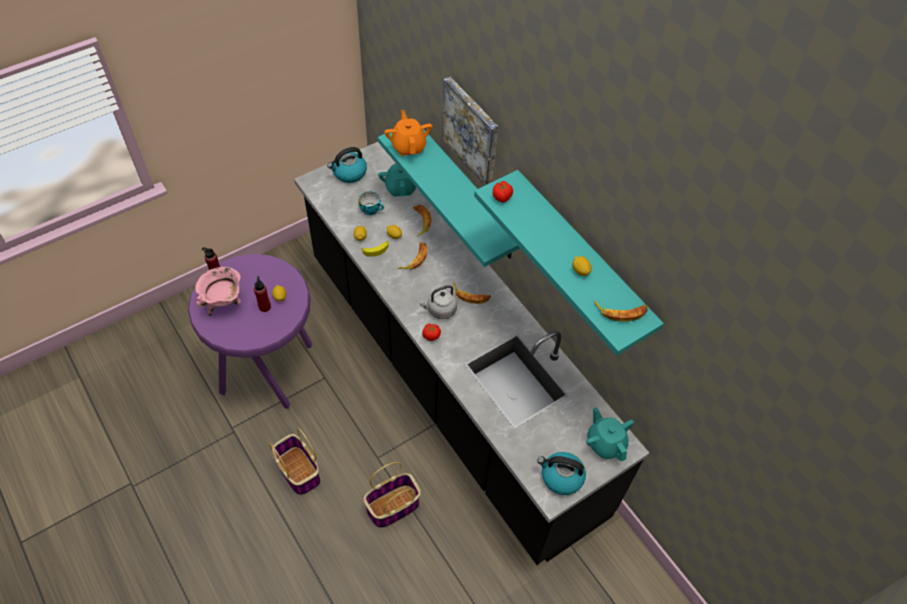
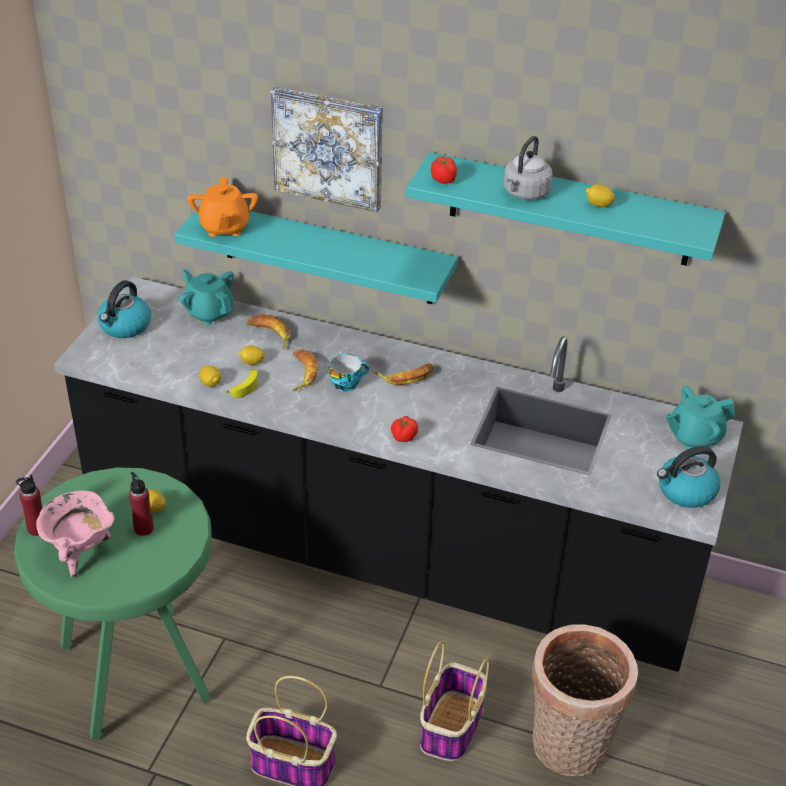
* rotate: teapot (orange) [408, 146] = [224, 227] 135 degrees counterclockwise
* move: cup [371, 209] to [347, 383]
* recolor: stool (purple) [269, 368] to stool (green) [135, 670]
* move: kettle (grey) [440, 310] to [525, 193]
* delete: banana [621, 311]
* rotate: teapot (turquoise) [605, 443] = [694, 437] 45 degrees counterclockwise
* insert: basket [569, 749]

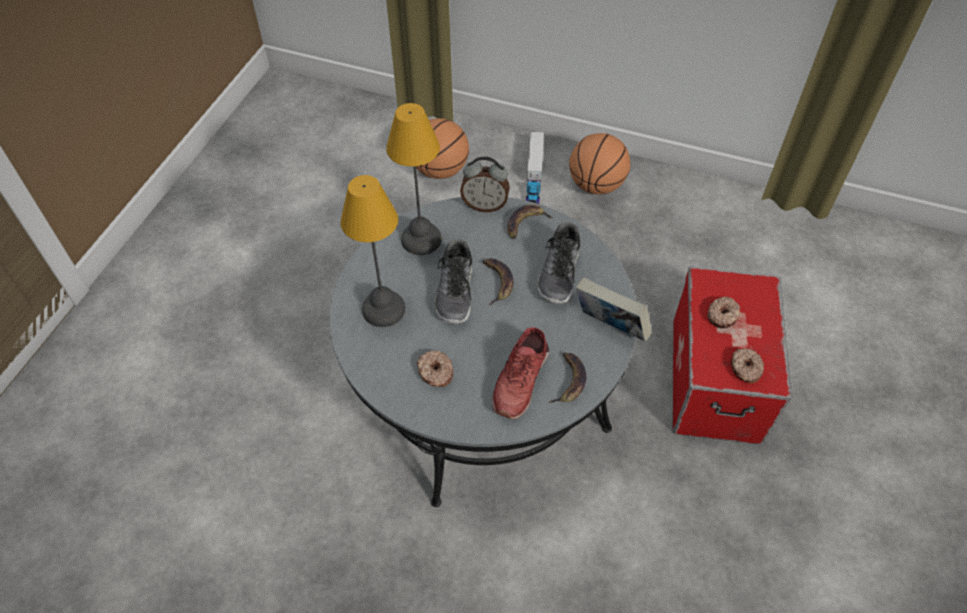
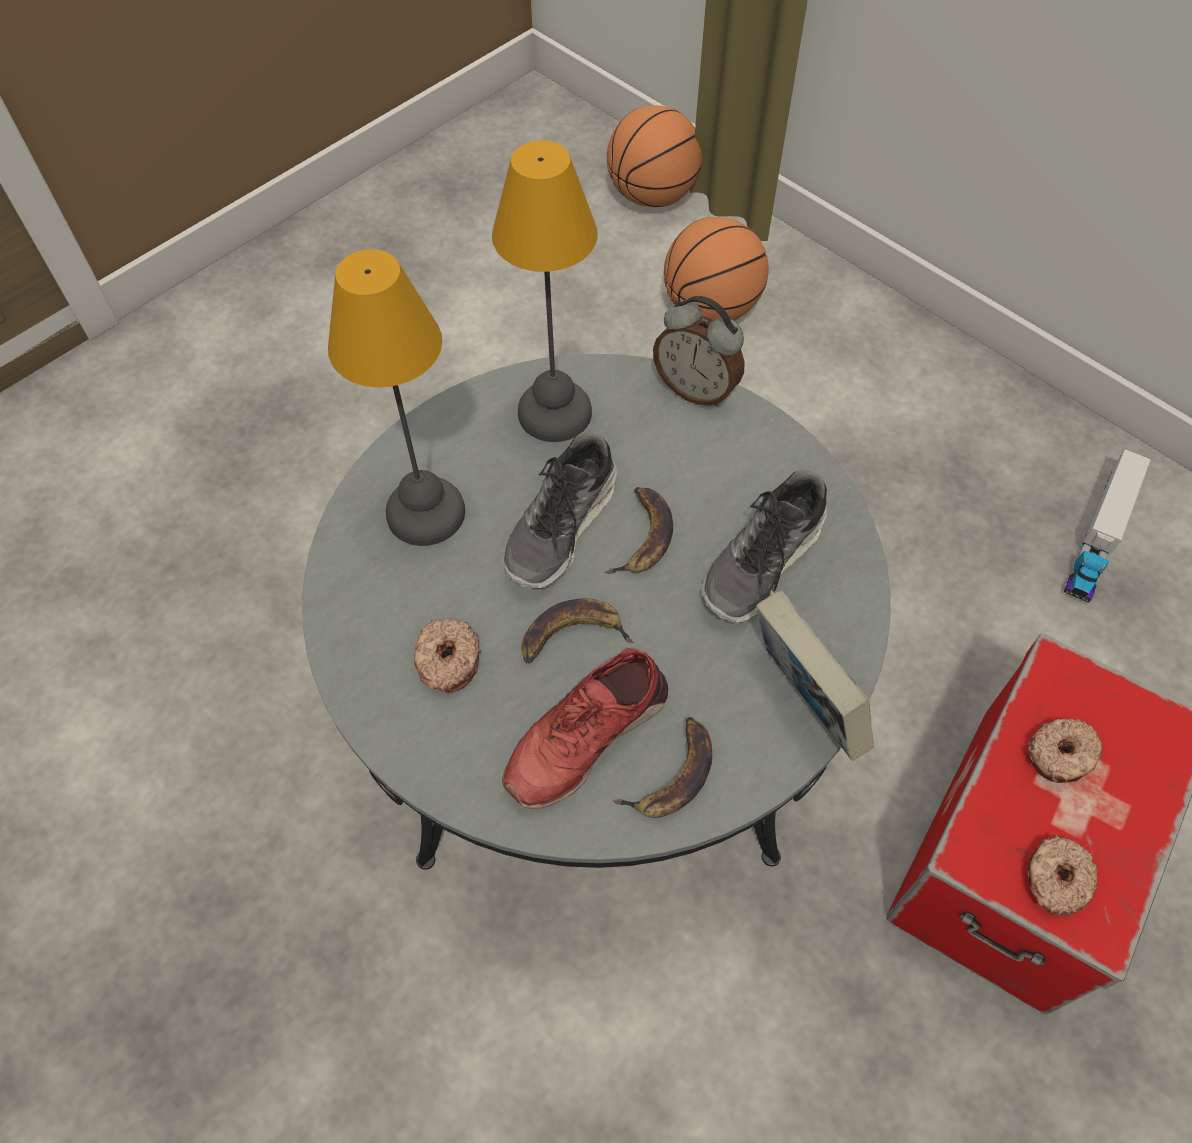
* move: toy truck [534, 175] to [1099, 536]
* move: basketball [596, 185] to [652, 196]
* move: banana [525, 224] to [571, 636]

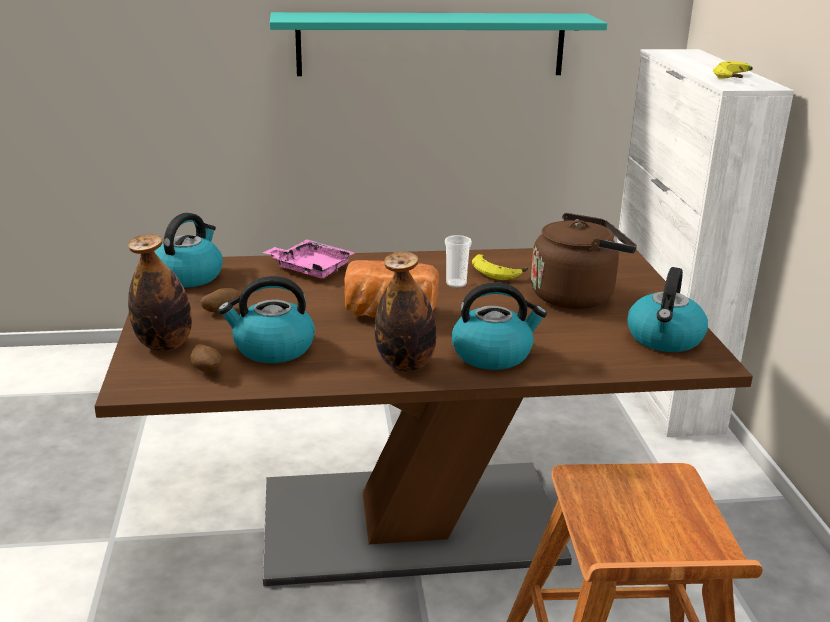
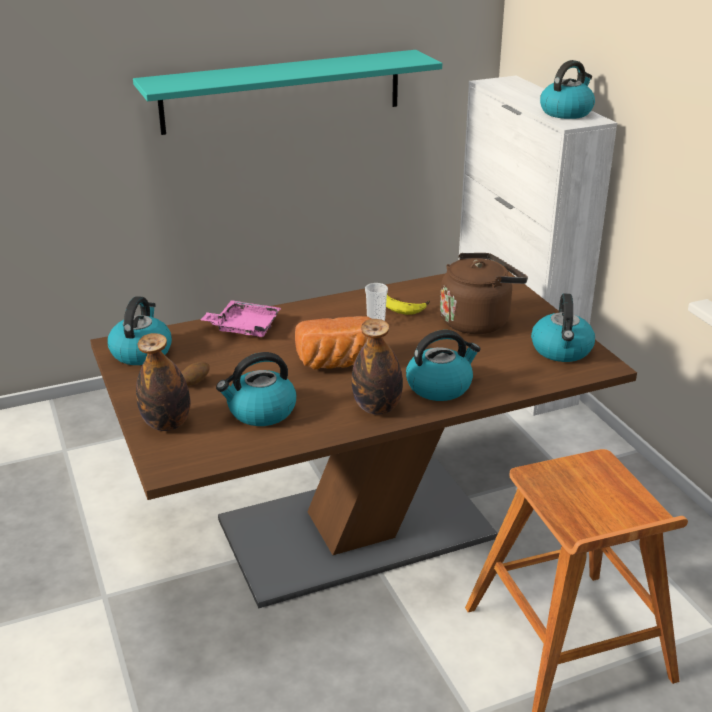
* replace: banana [736, 78] to kettle [566, 112]
* delete: potato [207, 371]

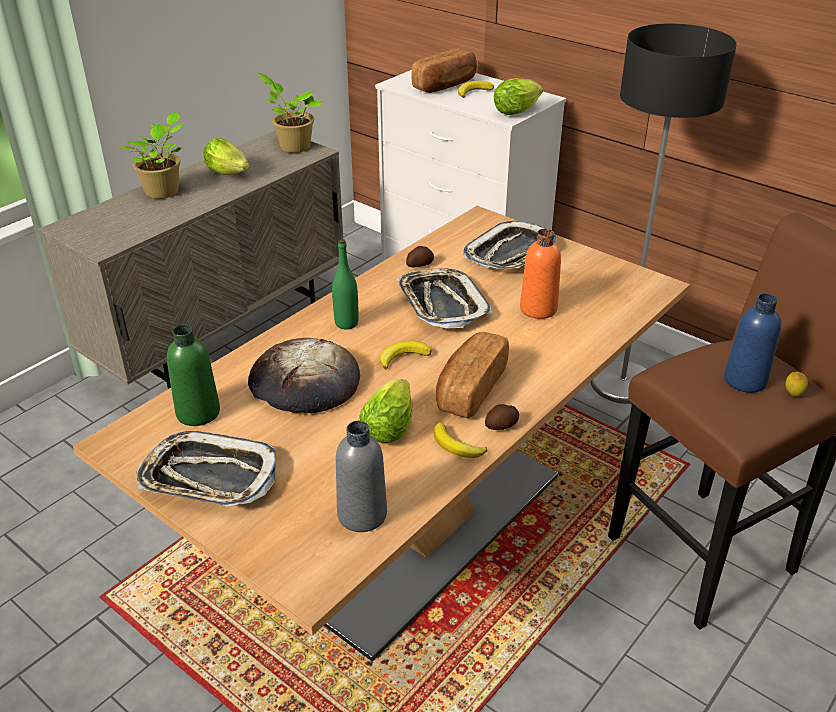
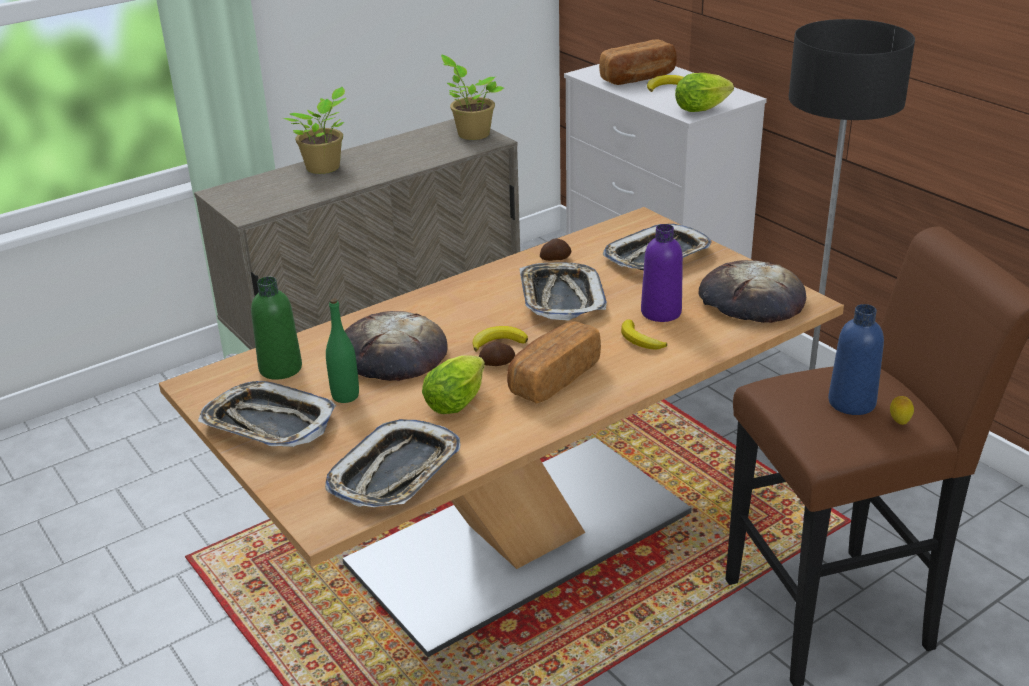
* delete: lettuce [230, 174]
* recolor: bottle (orange) [538, 309] to bottle (purple) [661, 312]
* move: bottle (green) [346, 323] to [345, 396]
* move: potato [502, 426] to [497, 364]
* replace: bottle (grey) [362, 514] to tray [396, 473]
* move: banana [456, 446] to [640, 340]
* insert: bread [750, 299]

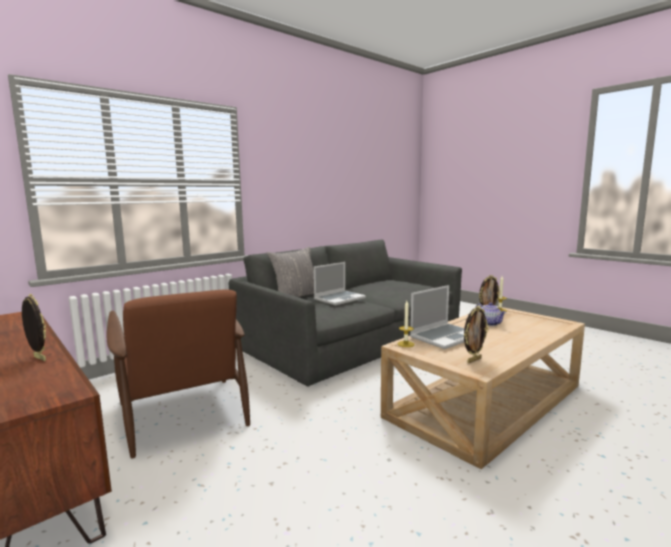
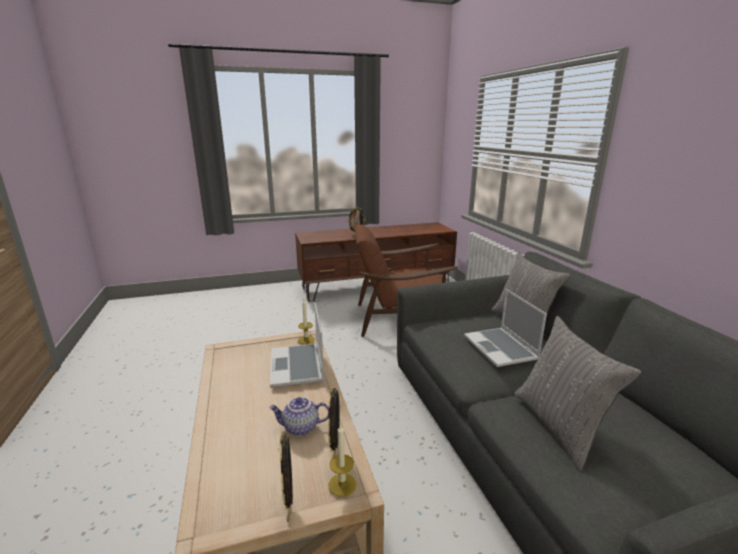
* move: picture frame [473, 360] to [289, 507]
* insert: pillow (grey) [559, 426]

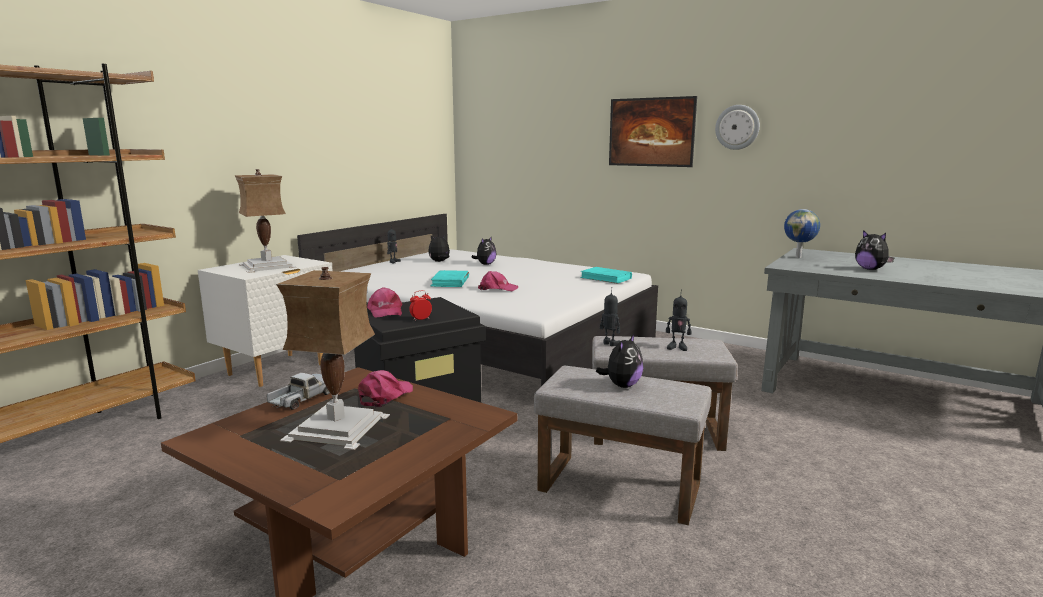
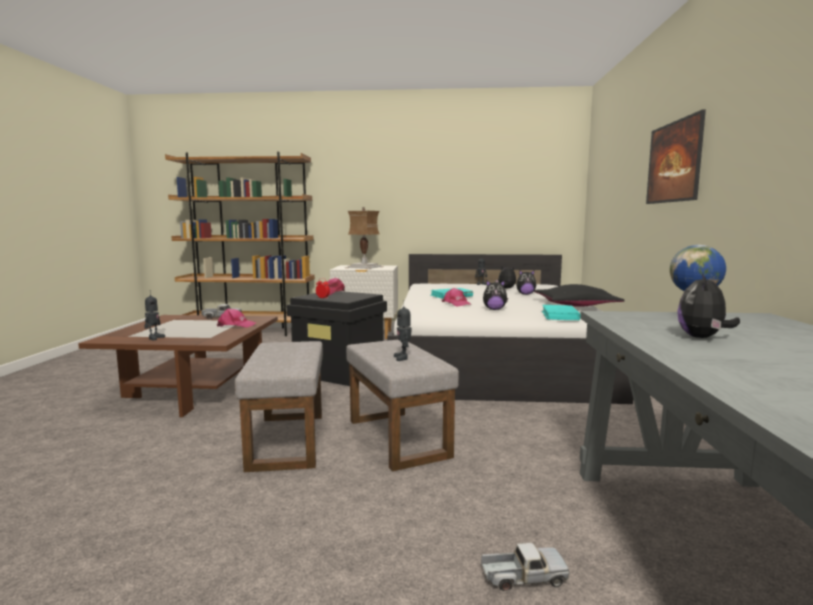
* delete: wall clock [737, 127]
* delete: table lamp [340, 426]
* move: toy robot [610, 344] to [154, 338]
* move: plush toy [622, 385] to [494, 309]
* insert: pillow (black) [575, 305]
* insert: toy truck [523, 577]

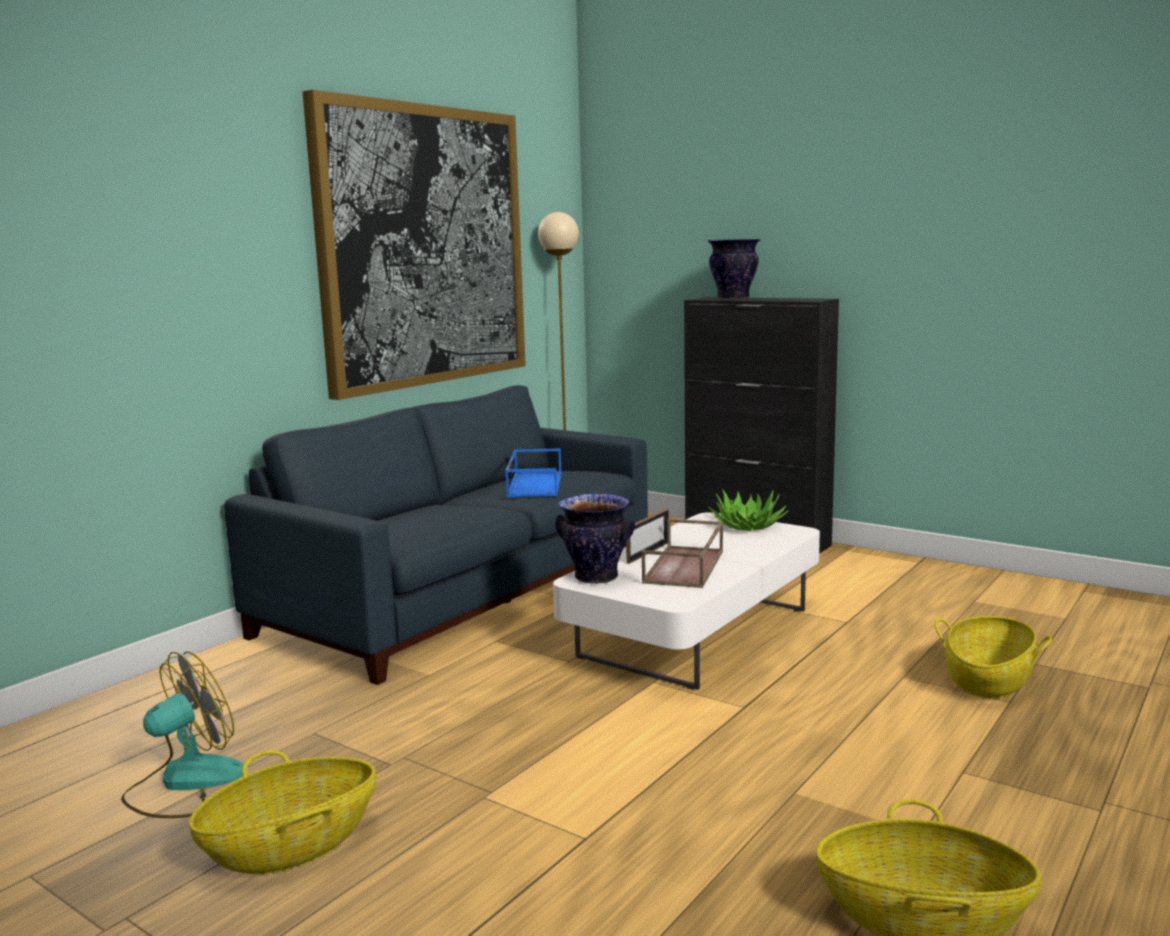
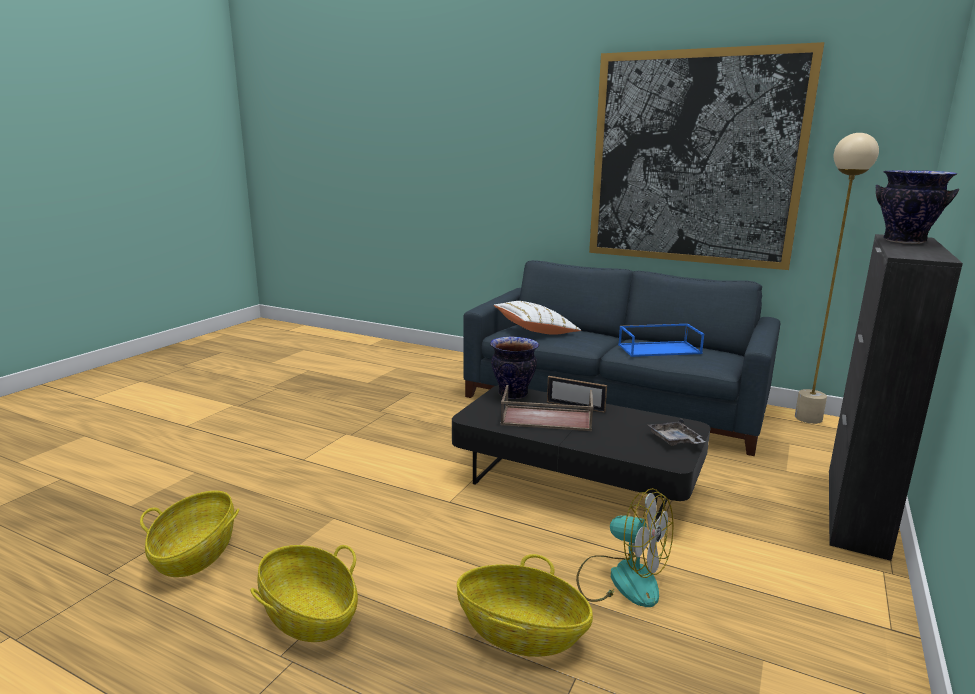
* replace: potted plant [747, 525] to tray (grey) [675, 440]
* recolor: coffee table (white) [695, 633] to coffee table (black) [576, 482]
* move: fan [184, 783] to [621, 579]
* move: basket [291, 845] to [309, 615]
* insert: pillow (white) [535, 331]

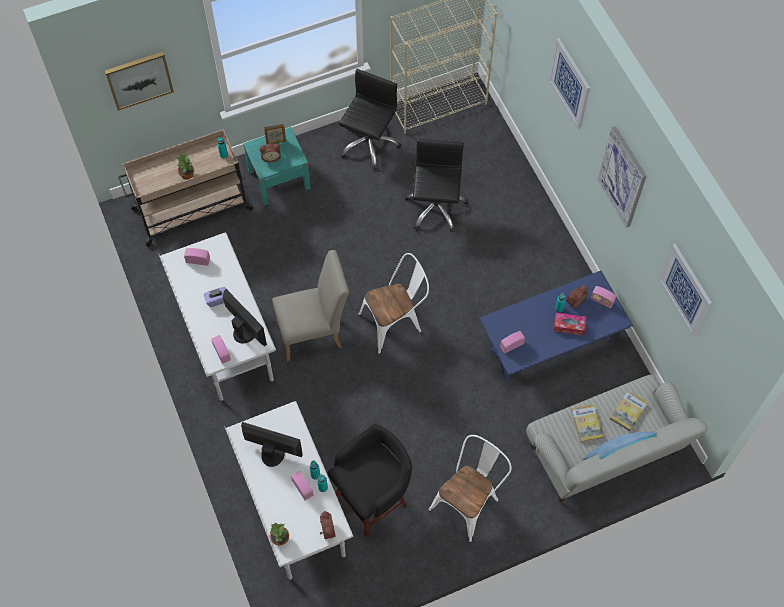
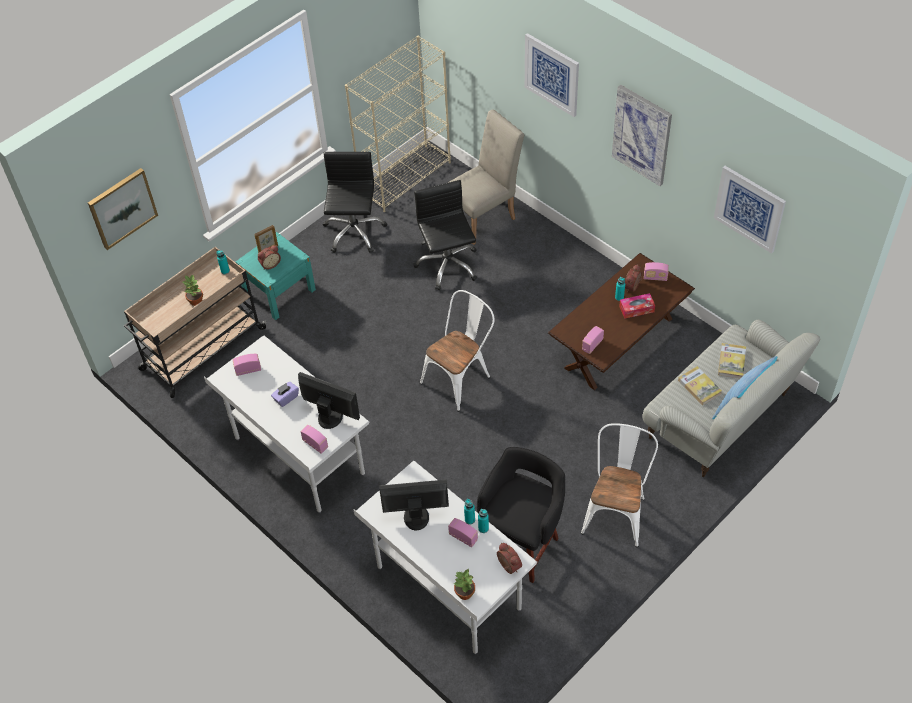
* move: chair (beige) [314, 333] to [485, 217]
* recolor: coffee table (blue) [549, 344] to coffee table (brown) [618, 343]

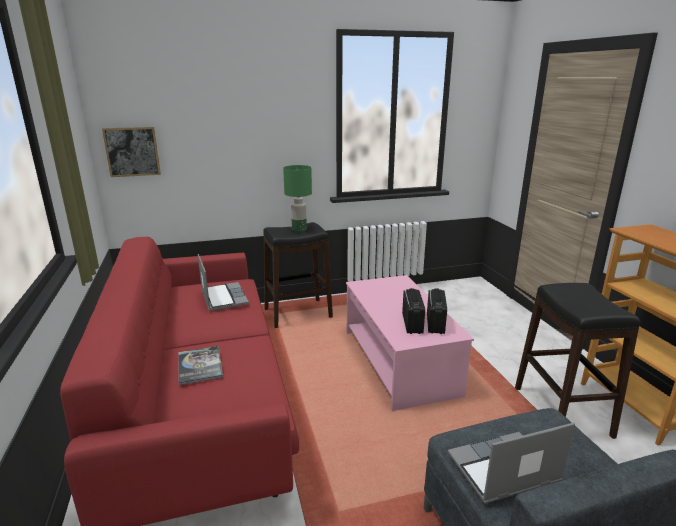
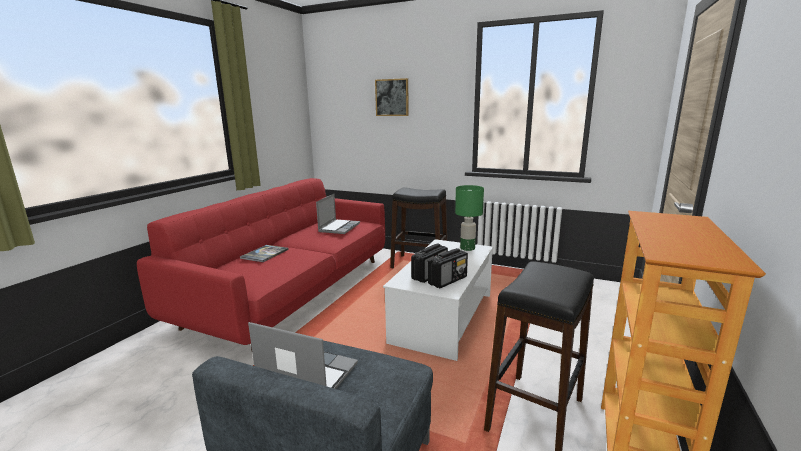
* move: picture [132, 151] to [392, 97]
* move: table lamp (green) [299, 229] to [467, 248]
* recolor: coffee table (pink) [398, 361] to coffee table (white) [443, 317]

